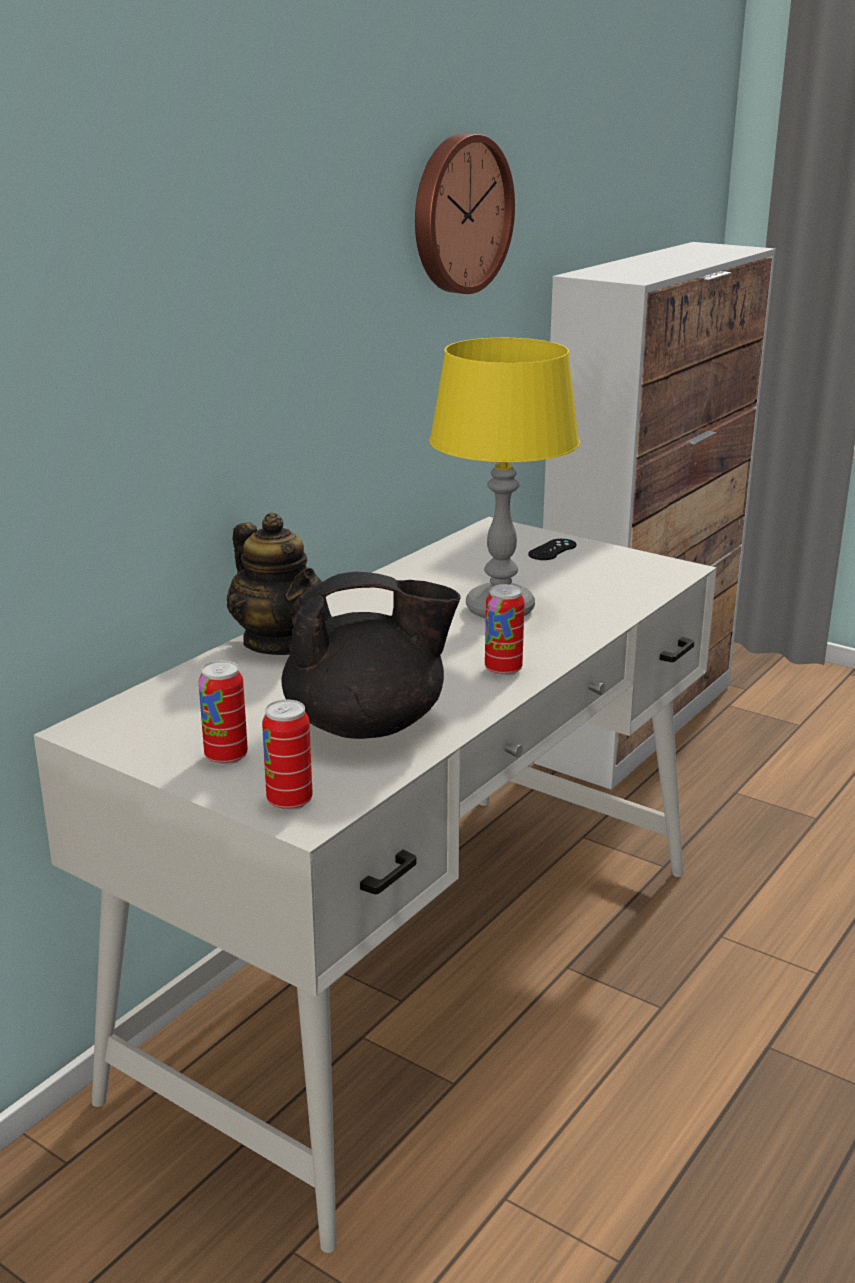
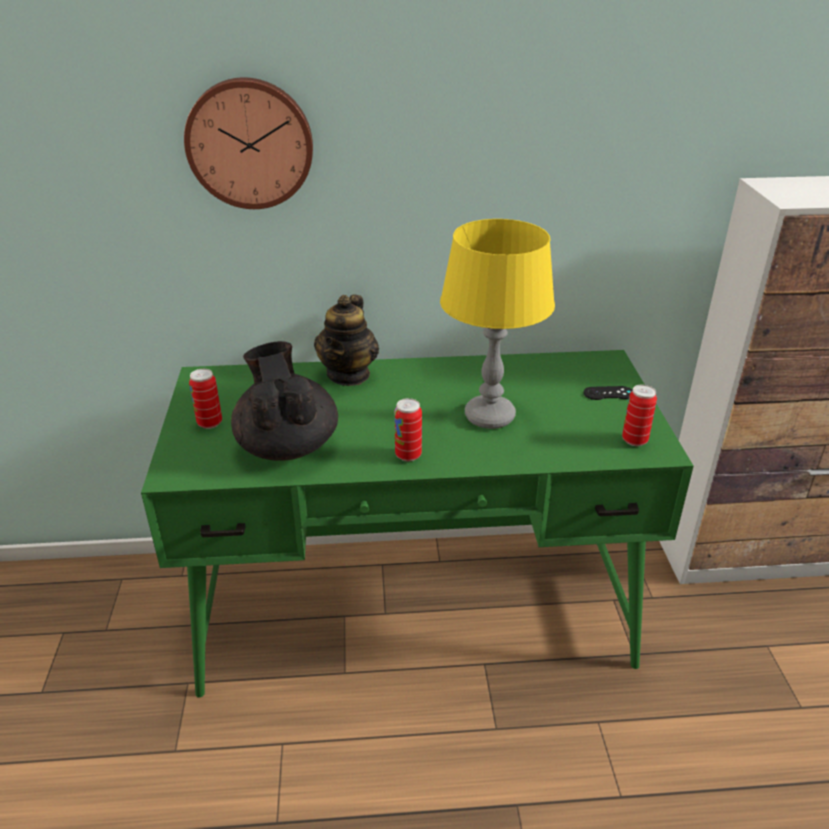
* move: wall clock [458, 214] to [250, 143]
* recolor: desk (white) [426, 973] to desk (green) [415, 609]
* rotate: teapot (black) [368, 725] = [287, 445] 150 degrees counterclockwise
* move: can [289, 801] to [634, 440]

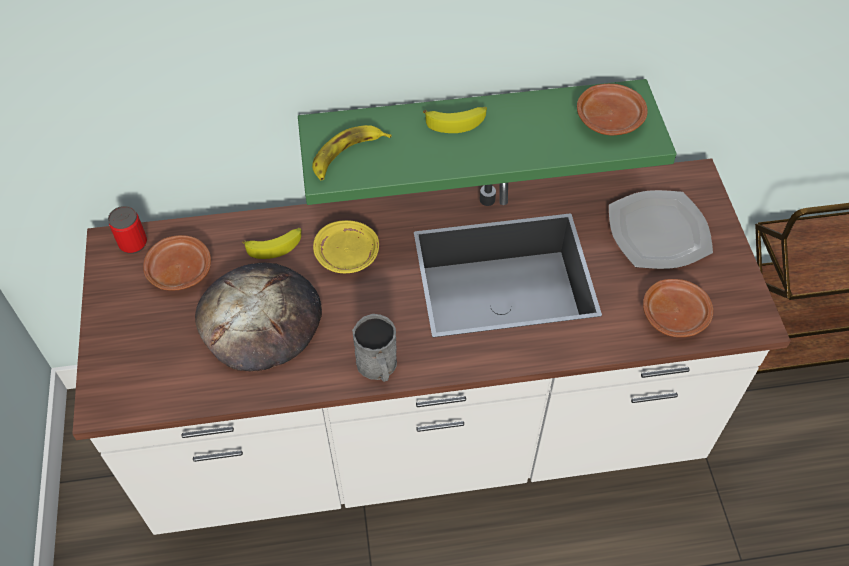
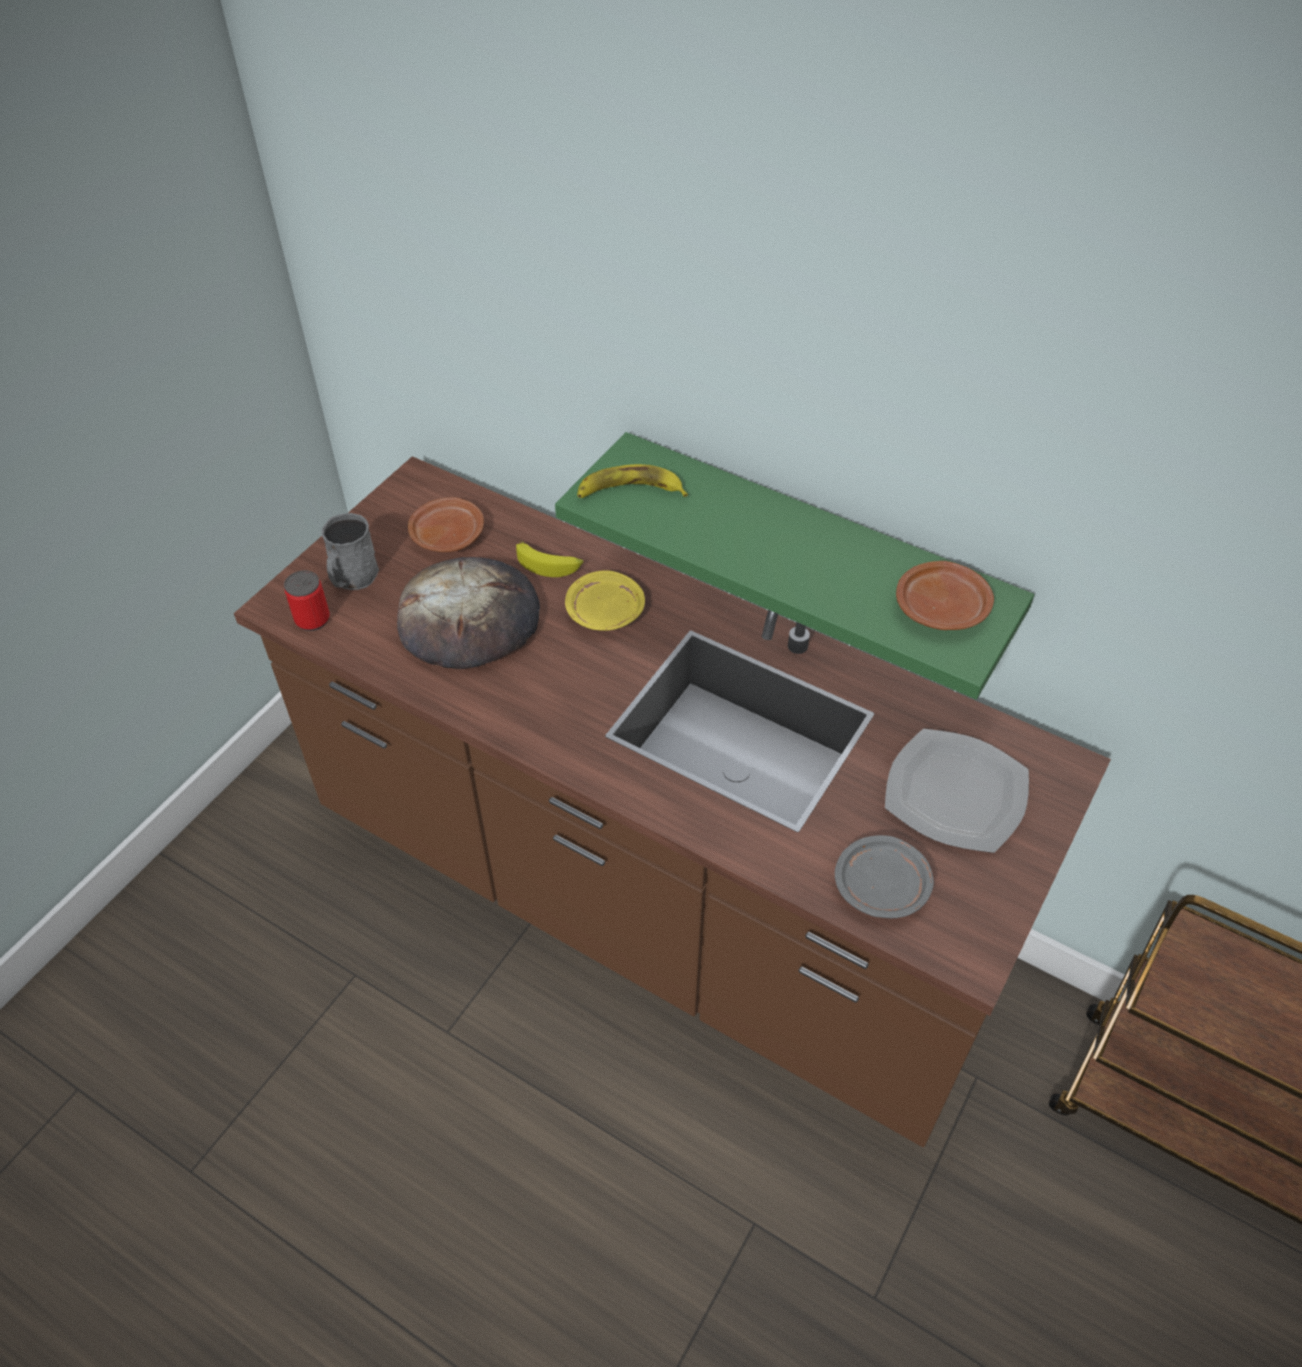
* delete: banana [457, 121]
* recolor: counter (white) [424, 433] to counter (brown) [651, 899]
* move: can [133, 243] to [312, 619]
* recolor: plate (brown) [675, 314] to plate (grey) [882, 886]
* move: mug (grey) [378, 367] to [352, 578]

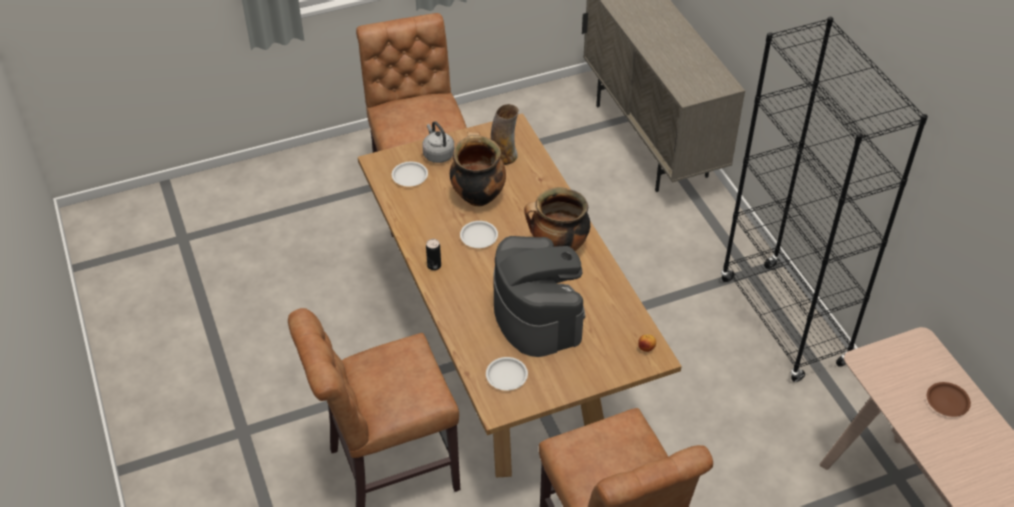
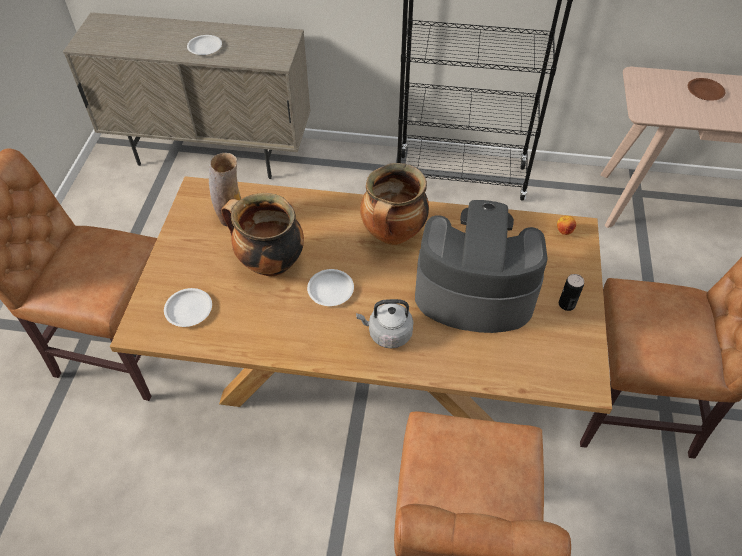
* move: kettle (grey) [438, 154] to [387, 334]
* move: can [434, 265] to [566, 304]
* move: plate (white) [506, 376] to [205, 47]

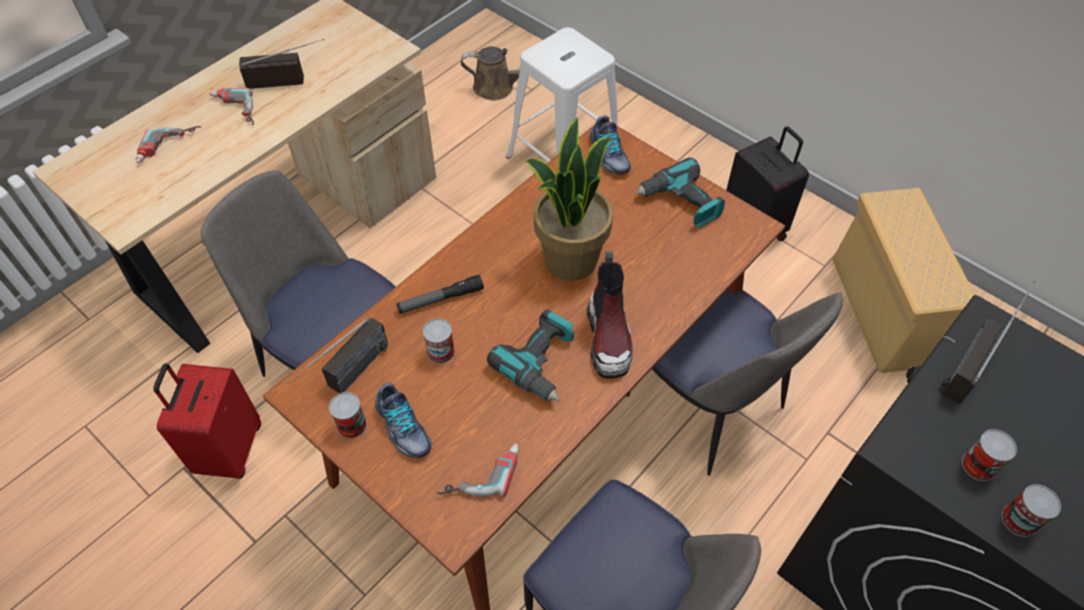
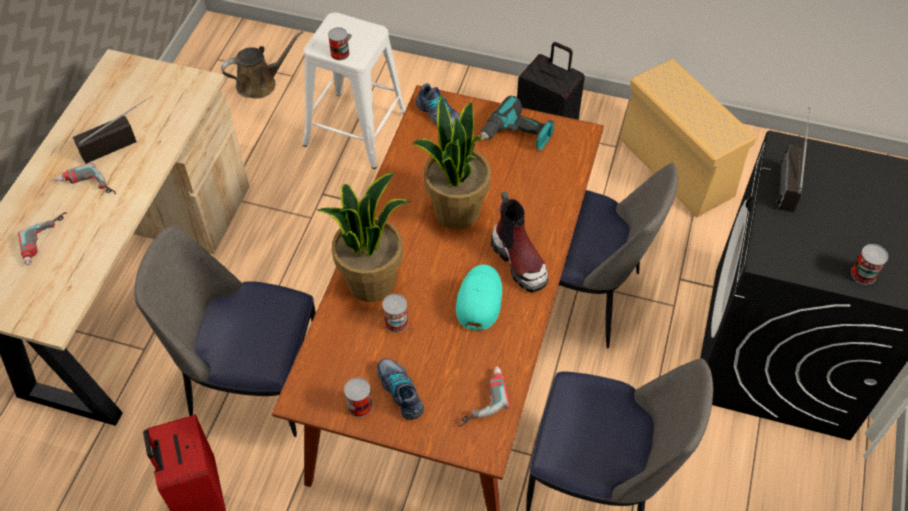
* replace: flashlight [440, 299] to potted plant [371, 281]
* replace: power drill [541, 362] to cap (turquoise) [479, 299]
* delete: radio [347, 380]
* rotate: shoe [402, 428] = [401, 391] 150 degrees counterclockwise
* move: can [978, 465] to [340, 53]

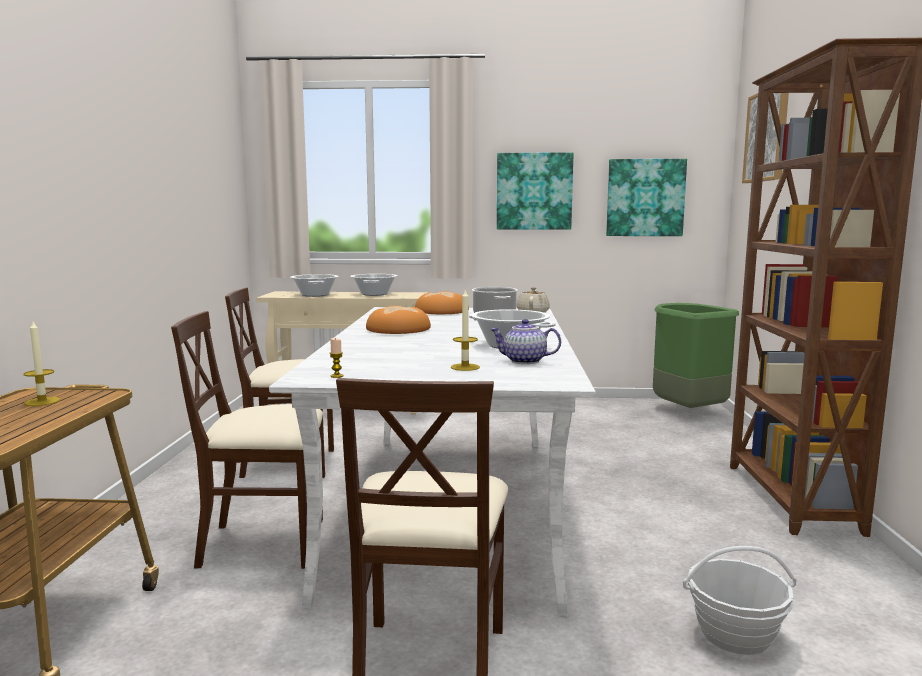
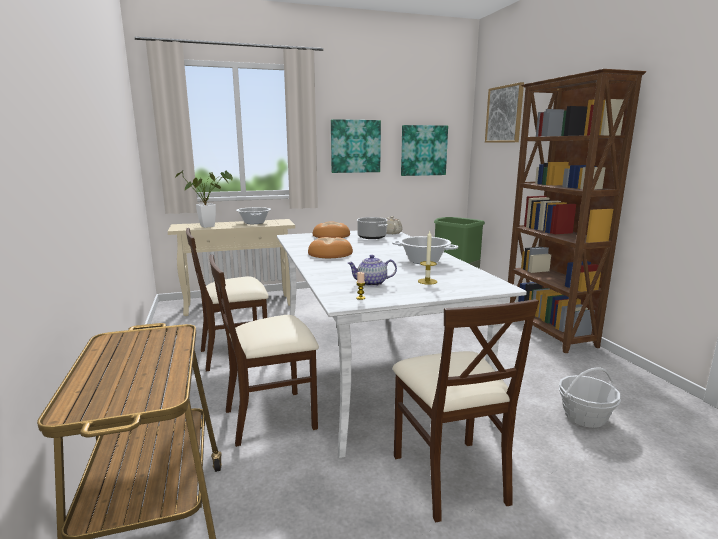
* replace: cooking pot [315, 295] to potted plant [211, 226]
* move: teapot [524, 361] to [371, 283]
* delete: candle [42, 401]

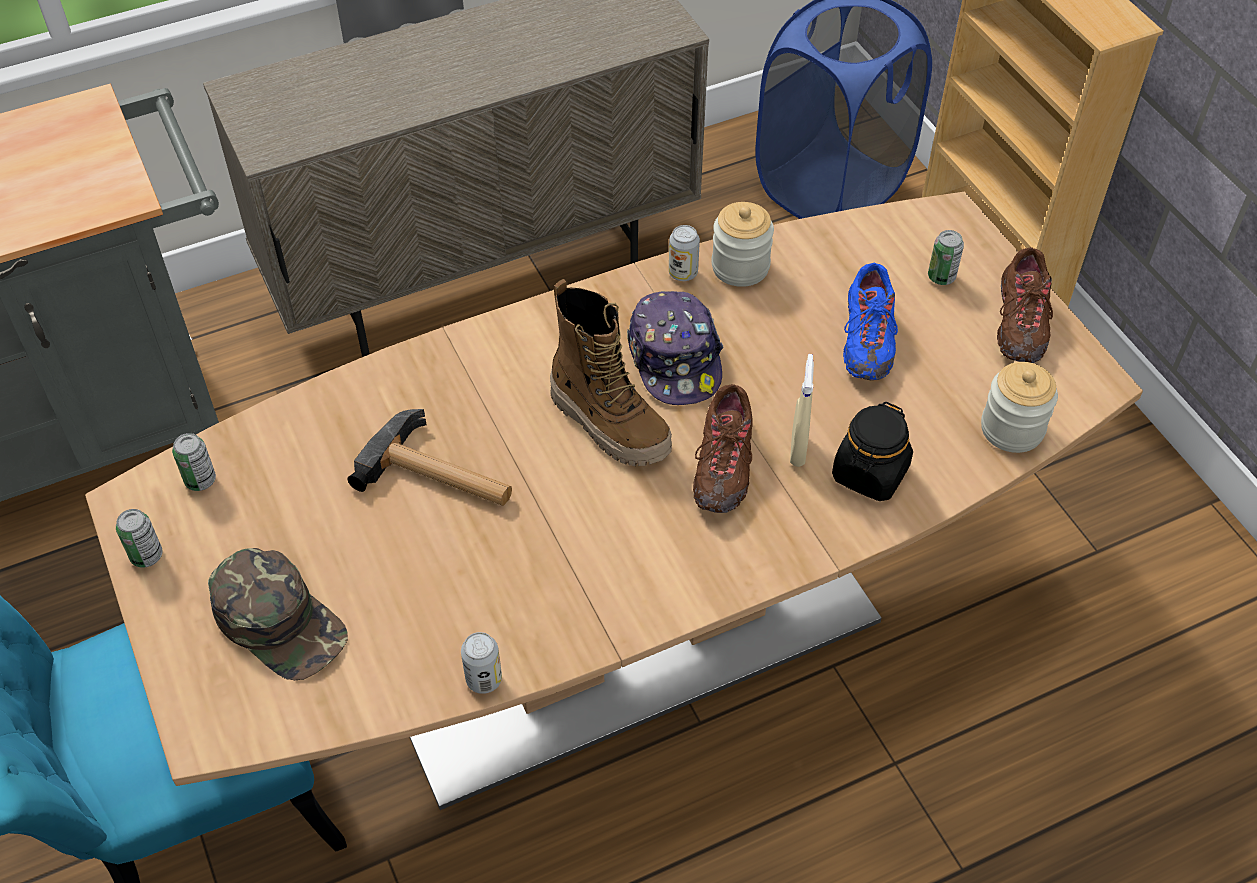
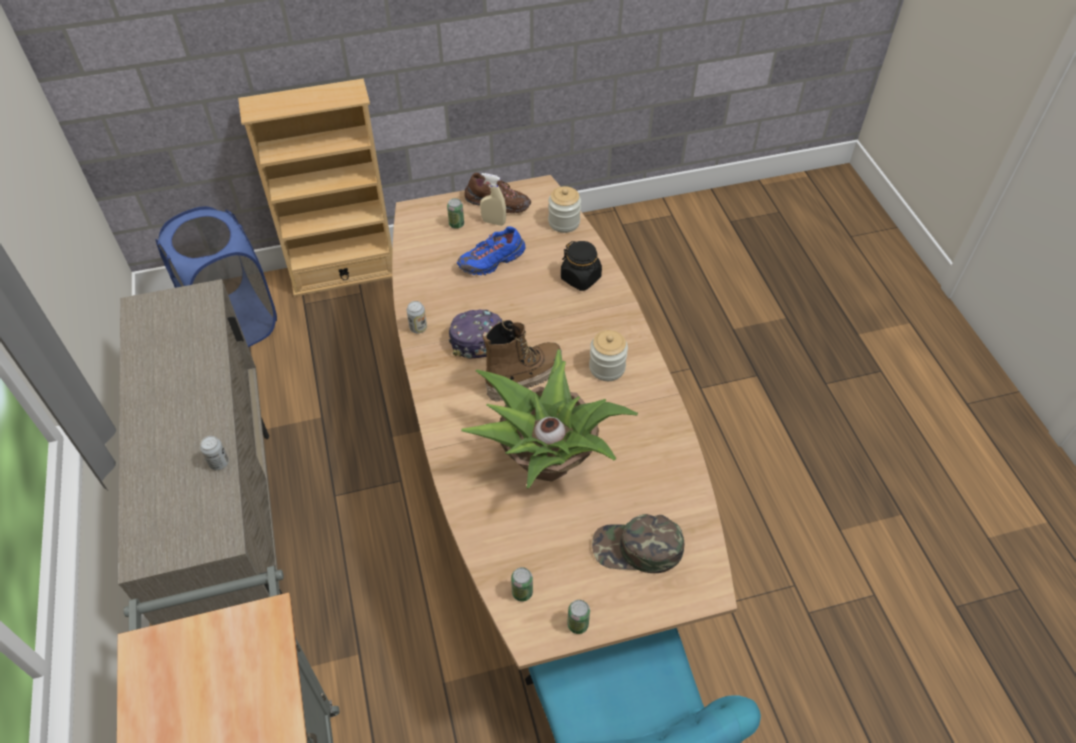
* move: jar [740, 267] to [607, 368]
* rotate: shoe (blue) [867, 340] = [492, 261] 135 degrees clockwise
* move: spray bottle (beige) [798, 450] to [493, 222]
* delete: shoe (brown) [723, 465]
* replace: hammer [441, 476] to potted plant [545, 460]
* rotate: cap (green) [280, 621] = [637, 549] 135 degrees counterclockwise
* move: can [484, 679] to [219, 463]

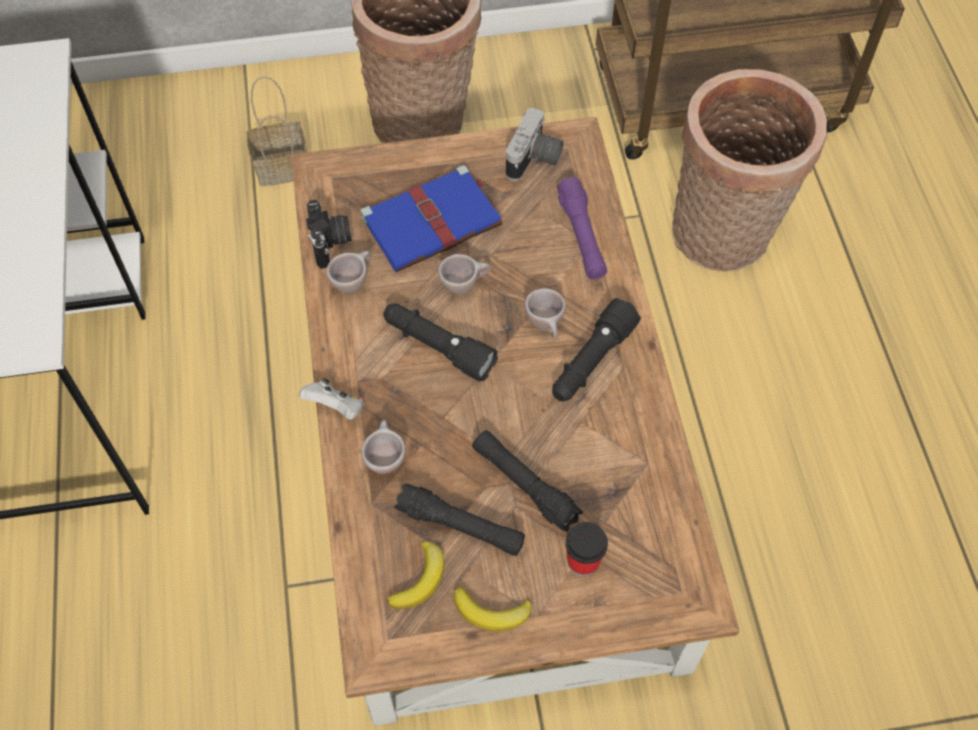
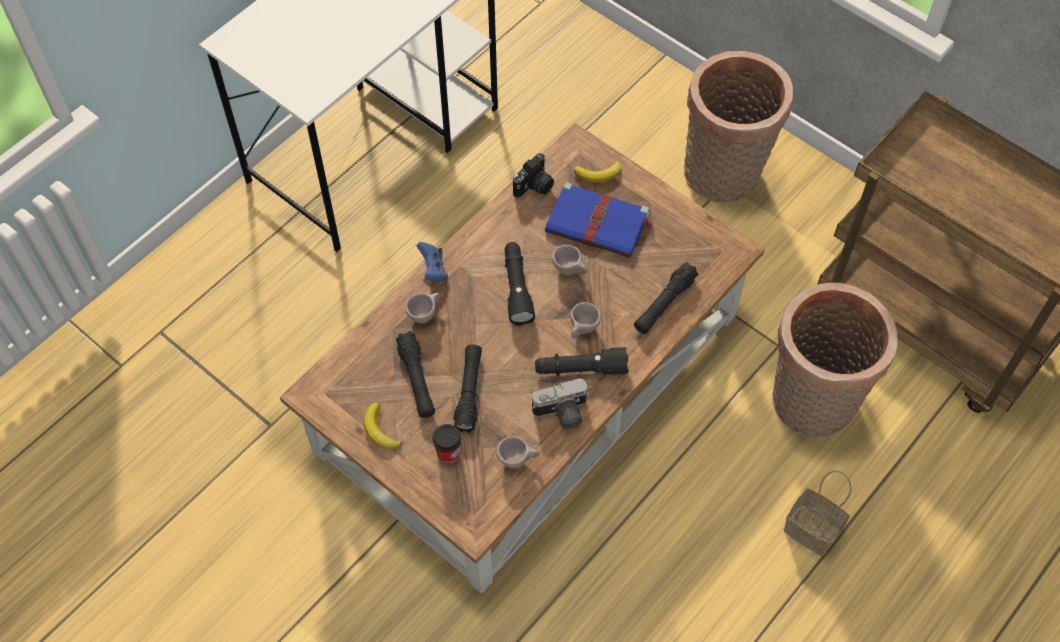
* move: basket [283, 166] to [814, 530]
* move: photo camera [535, 160] to [562, 414]
* recolor: flashlight (purple) [581, 236] to flashlight (black) [664, 303]
* move: cup (beige) [353, 282] to [518, 460]
* recolor: game controller (white) [336, 408] to game controller (blue) [433, 269]
* move: banana [420, 579] to [599, 174]

